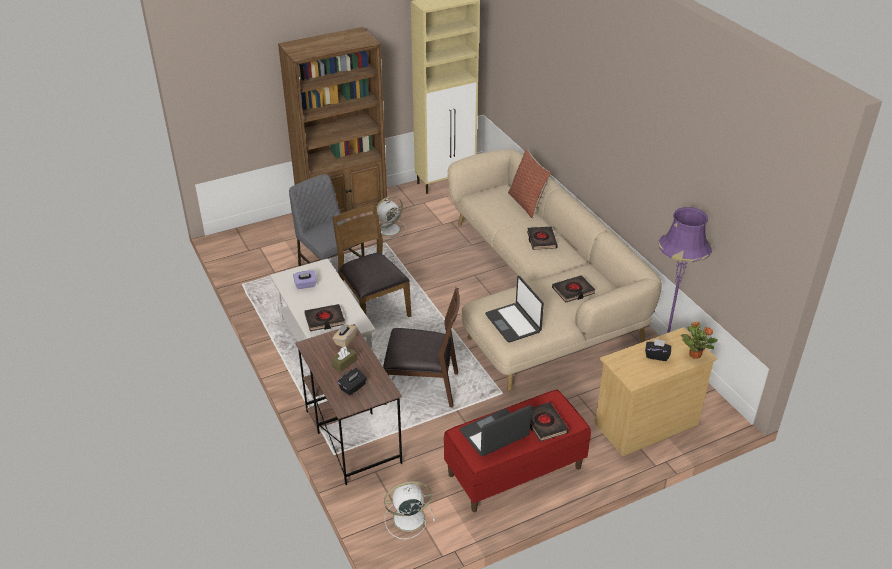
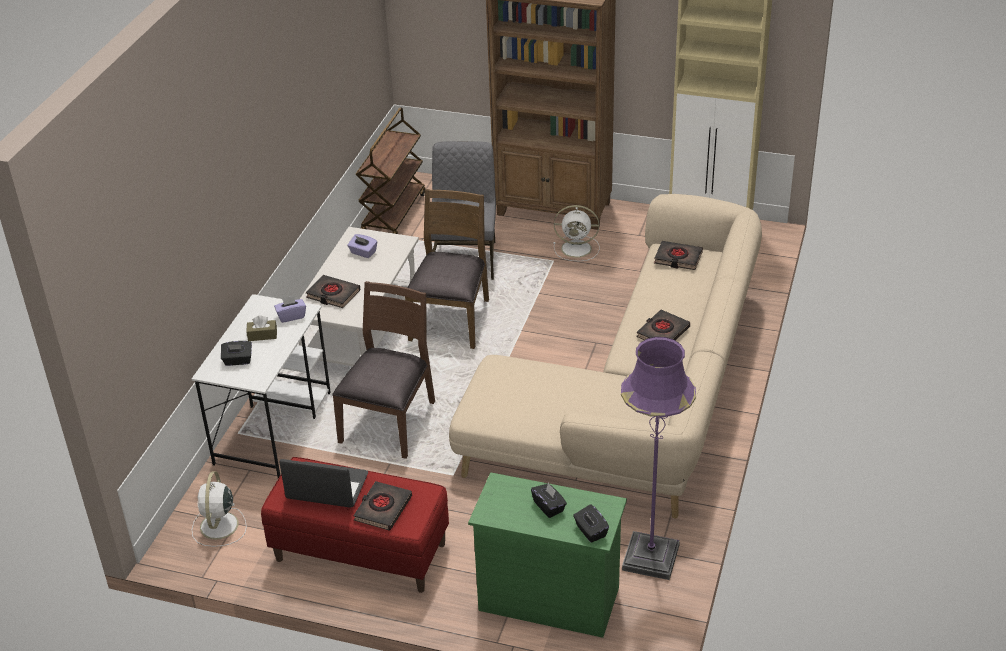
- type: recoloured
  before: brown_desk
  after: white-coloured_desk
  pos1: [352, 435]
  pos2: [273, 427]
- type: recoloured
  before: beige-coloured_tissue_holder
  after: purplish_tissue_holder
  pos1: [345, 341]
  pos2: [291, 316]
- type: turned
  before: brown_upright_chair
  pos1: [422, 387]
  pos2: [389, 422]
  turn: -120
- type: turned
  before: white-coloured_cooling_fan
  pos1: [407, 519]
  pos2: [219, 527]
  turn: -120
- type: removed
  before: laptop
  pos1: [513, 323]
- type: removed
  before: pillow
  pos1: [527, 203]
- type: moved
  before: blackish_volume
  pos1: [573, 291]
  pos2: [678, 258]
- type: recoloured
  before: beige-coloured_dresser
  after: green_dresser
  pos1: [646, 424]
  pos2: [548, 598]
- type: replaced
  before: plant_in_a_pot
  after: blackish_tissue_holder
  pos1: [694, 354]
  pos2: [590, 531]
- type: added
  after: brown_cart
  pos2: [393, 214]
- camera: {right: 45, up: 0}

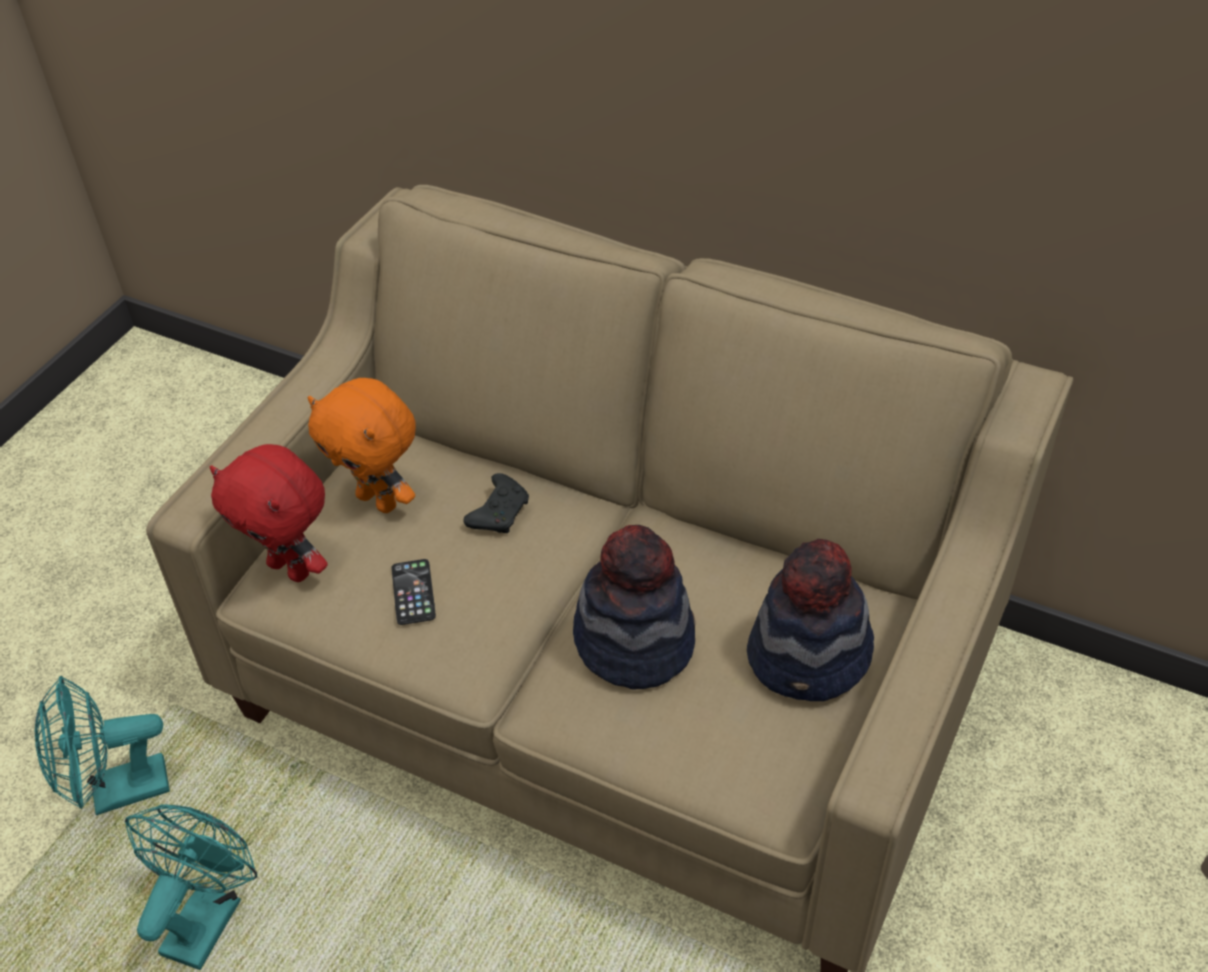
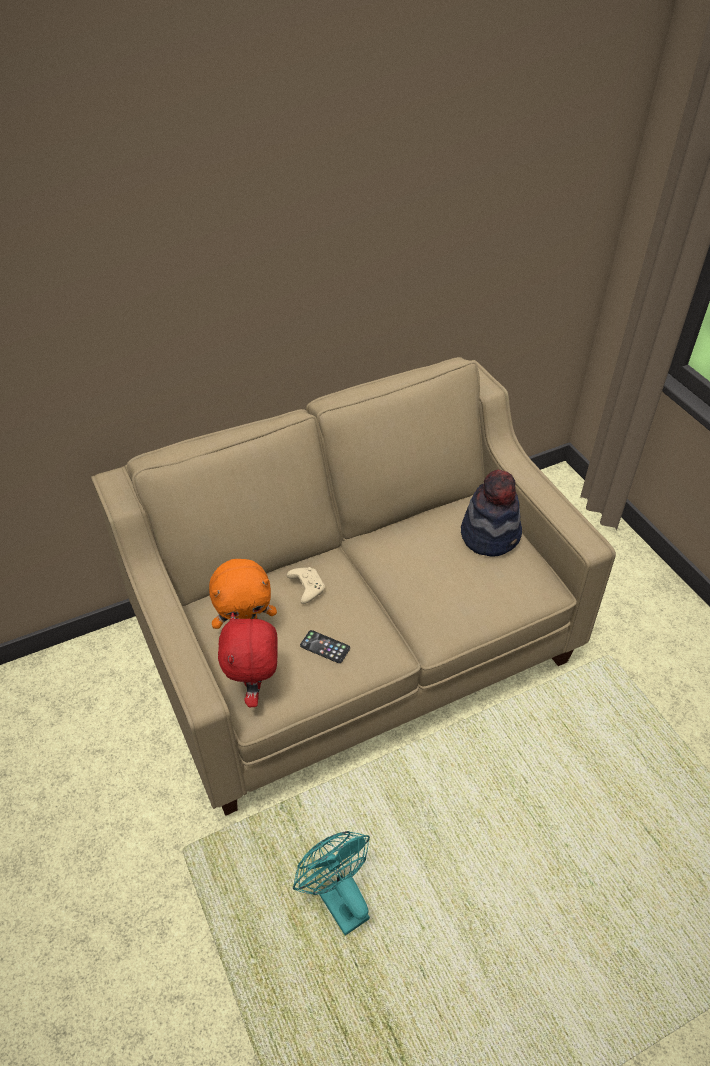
- type: removed
  before: turquoise_cooling_fan
  pos1: [118, 792]
- type: turned
  before: reddish_soft_toy
  pos1: [292, 568]
  pos2: [255, 690]
  turn: 105
- type: recoloured
  before: blackish_gamepad
  after: beige-coloured_gamepad
  pos1: [500, 512]
  pos2: [306, 587]
- type: removed
  before: clothing_hat
  pos1: [634, 641]
- camera: {right: -55, up: 0}

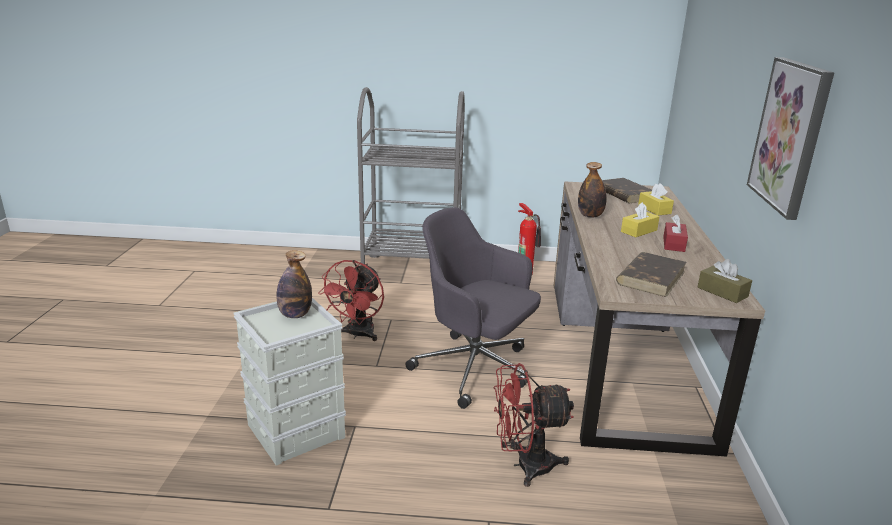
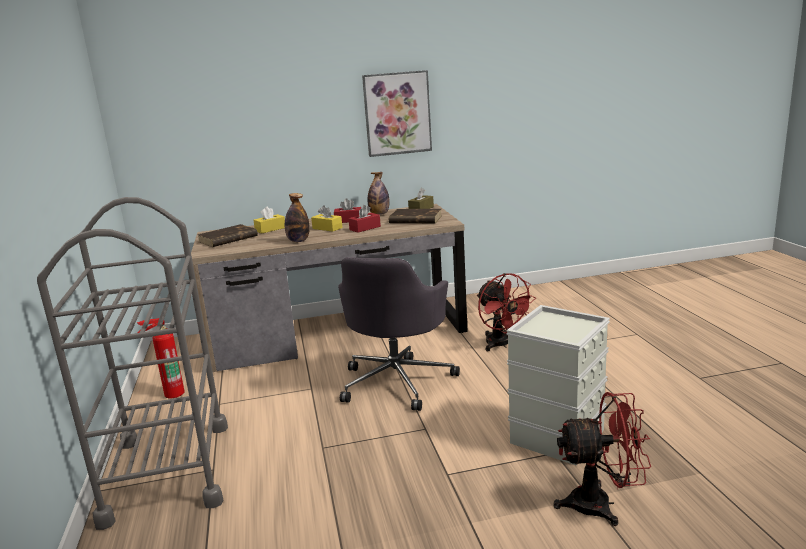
- type: moved
  before: bottle
  pos1: [295, 315]
  pos2: [379, 214]
- type: moved
  before: reddish_cooling_fan
  pos1: [357, 335]
  pos2: [601, 504]
- type: added
  after: reddish_tissue_holder
  pos2: [365, 228]
- camera: {right: -105, up: -5}

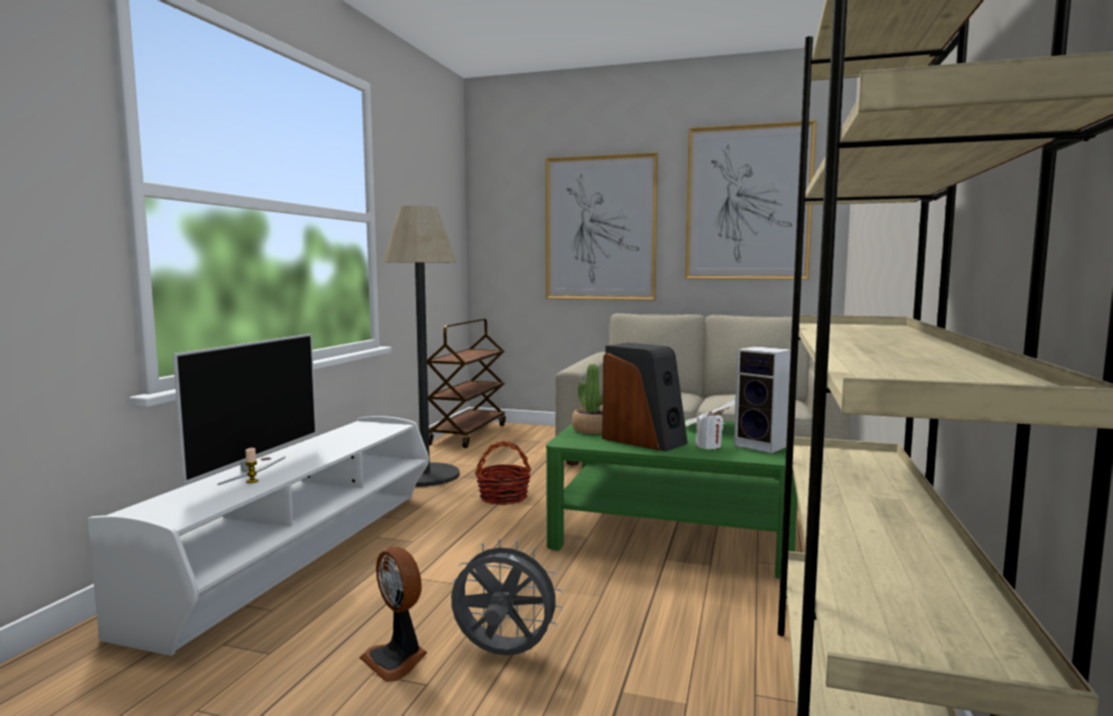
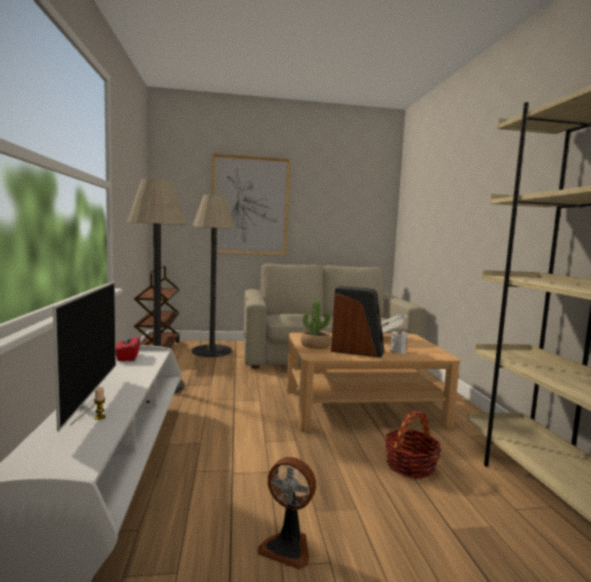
- type: removed
  before: grey_cooling_fan
  pos1: [503, 655]
- type: moved
  before: household_basket
  pos1: [503, 497]
  pos2: [410, 466]
- type: recoloured
  before: green_lounge_table
  after: beige-coloured_lounge_table
  pos1: [673, 531]
  pos2: [363, 407]
- type: removed
  before: wall_picture
  pos1: [748, 203]
- type: removed
  before: audio_speaker
  pos1: [763, 446]
- type: added
  after: reddish_tissue_holder
  pos2: [127, 357]
- type: added
  after: standing_lamp
  pos2: [212, 351]
- camera: {right: -25, up: 0}

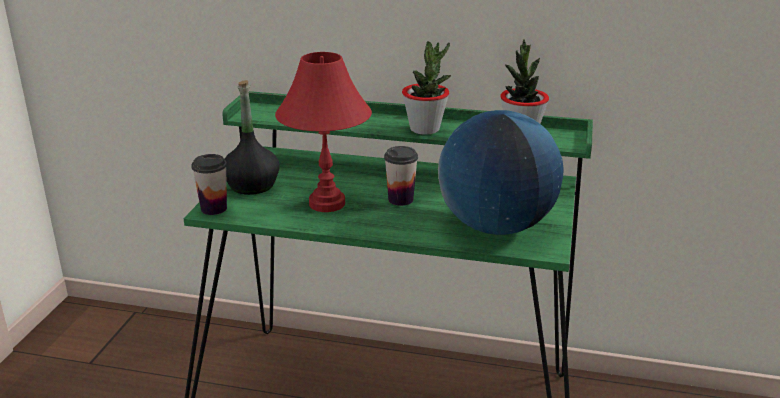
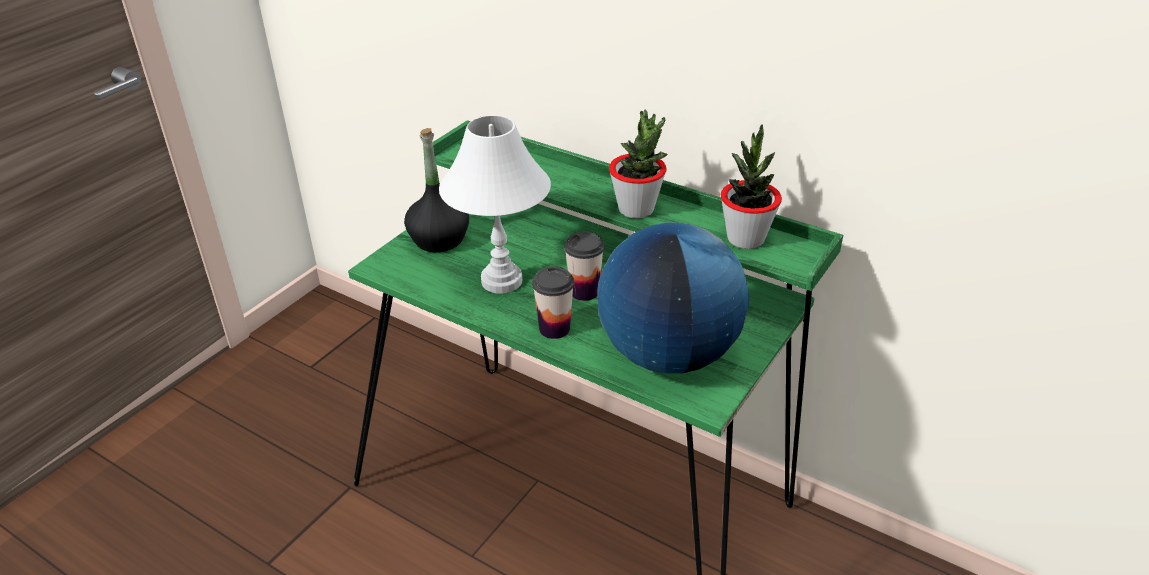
- type: moved
  before: cup
  pos1: [214, 209]
  pos2: [554, 329]
- type: recoloured
  before: reddish_lamp_for_a_table
  after: white-coloured_lamp_for_a_table
  pos1: [327, 203]
  pos2: [502, 280]
- camera: {right: 20, up: 10}

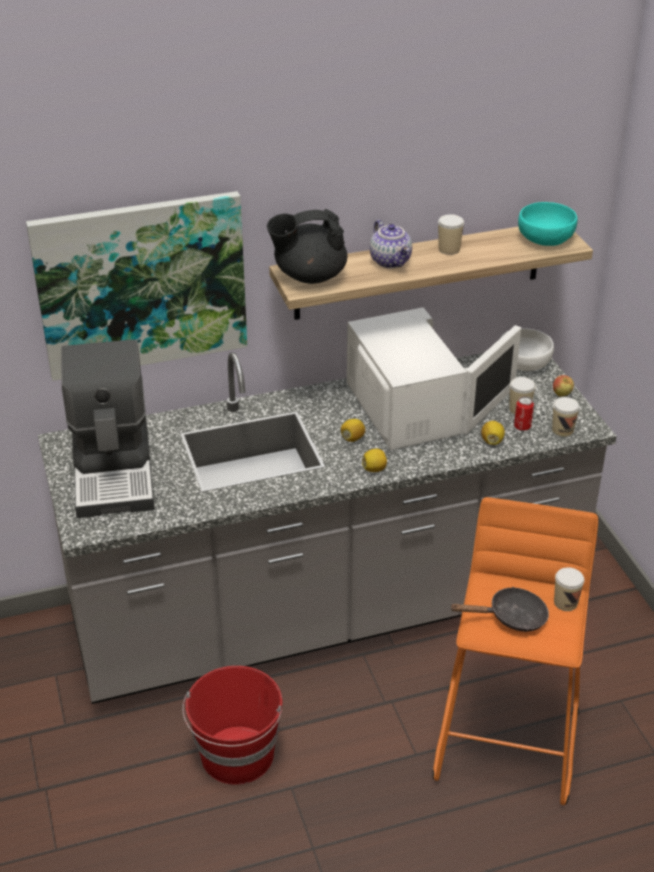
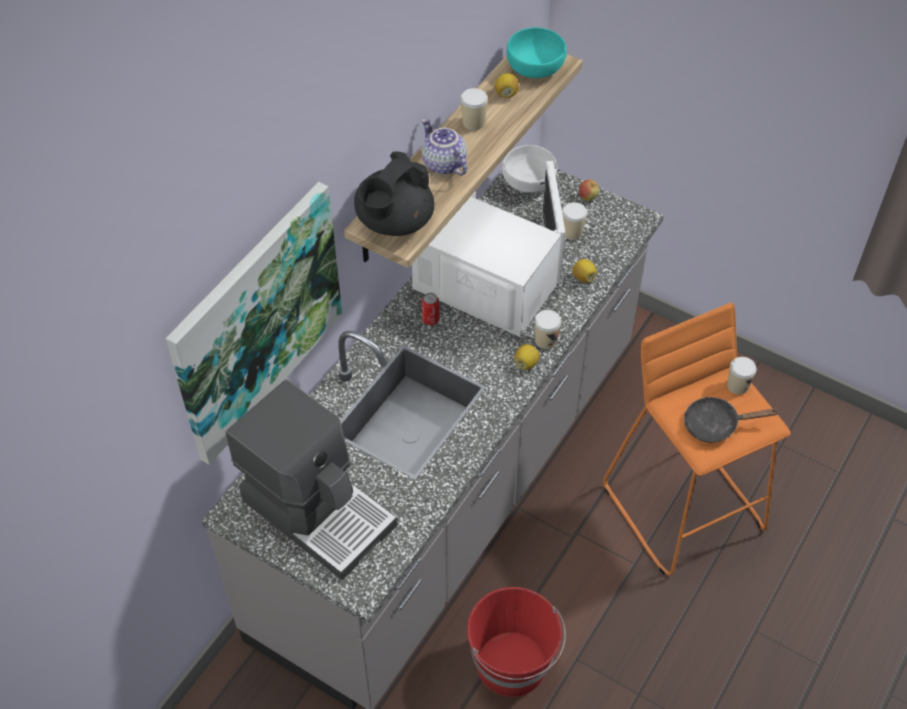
- type: moved
  before: citrus_fruit
  pos1: [352, 438]
  pos2: [506, 94]
- type: turned
  before: pot_for_tea
  pos1: [391, 261]
  pos2: [443, 164]
  turn: -150
- type: turned
  before: blackish_skillet
  pos1: [511, 617]
  pos2: [716, 425]
  turn: -135
- type: moved
  before: can
  pos1: [522, 426]
  pos2: [430, 319]
- type: moved
  before: cup
  pos1: [562, 430]
  pos2: [545, 340]
- camera: {right: -40, up: 15}

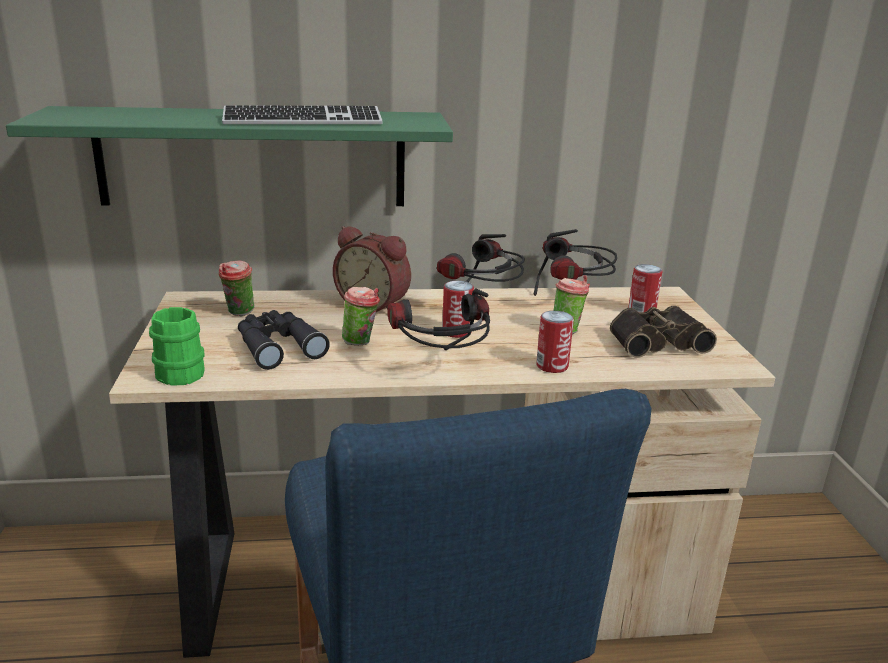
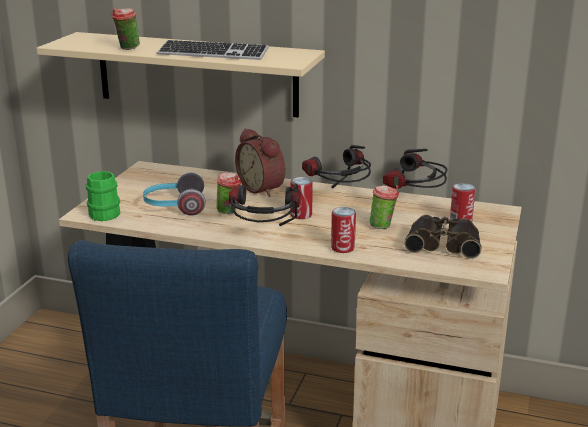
- type: recoloured
  before: green_bracket_shelf
  after: beige-coloured_bracket_shelf
  pos1: [253, 158]
  pos2: [196, 74]
- type: moved
  before: cup
  pos1: [239, 314]
  pos2: [127, 48]
- type: replaced
  before: blackish_pair_of_binoculars
  after: pair_of_headphones
  pos1: [278, 347]
  pos2: [174, 207]
- camera: {right: 25, up: 0}

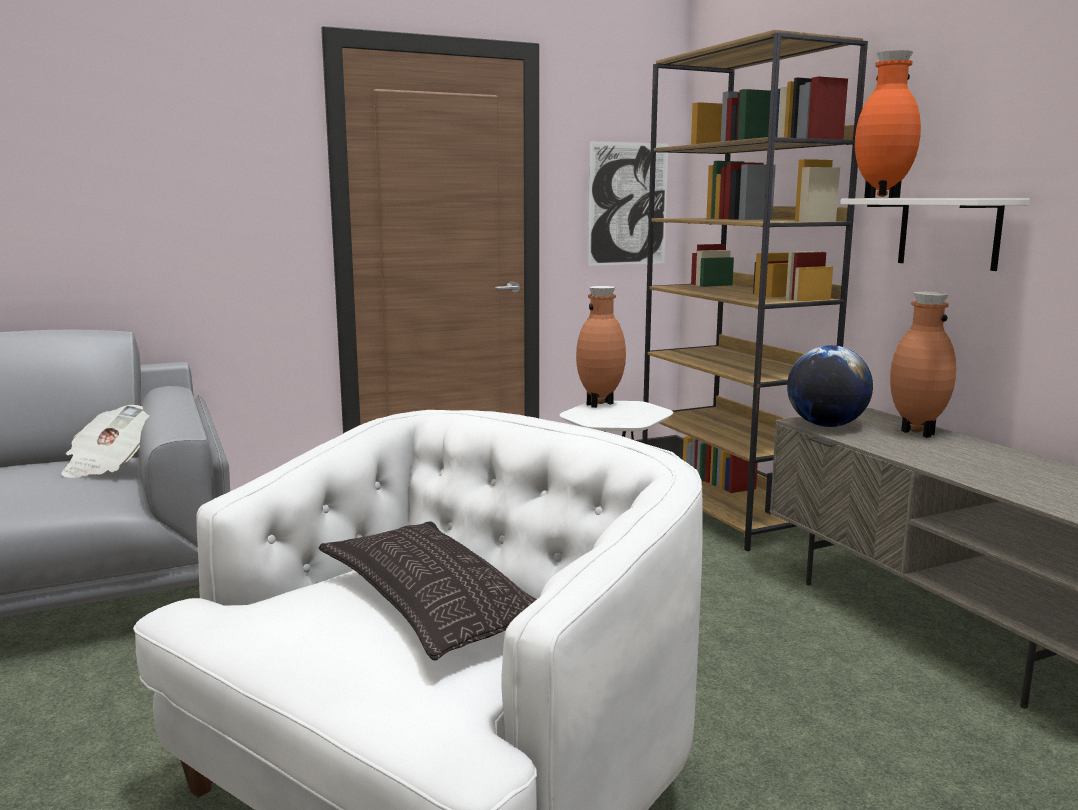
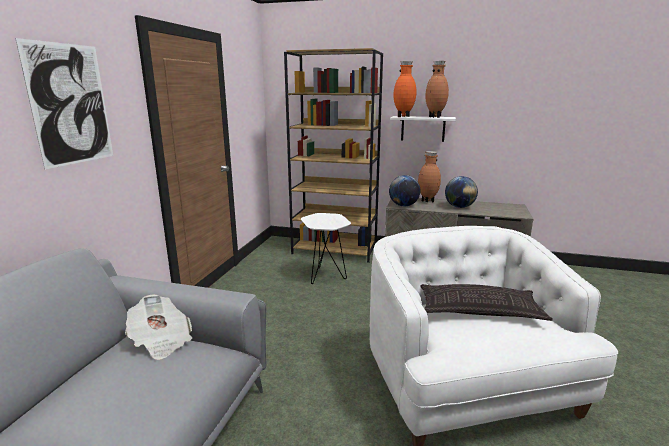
- type: moved
  before: brown_vase
  pos1: [601, 404]
  pos2: [435, 117]
- type: moved
  before: wall_picture
  pos1: [628, 204]
  pos2: [70, 105]
- type: added
  after: desk_globe
  pos2: [459, 207]
- camera: {right: -50, up: 5}

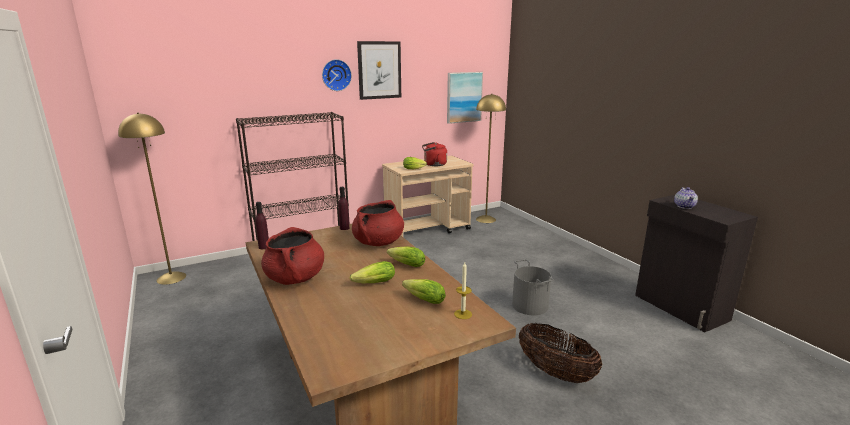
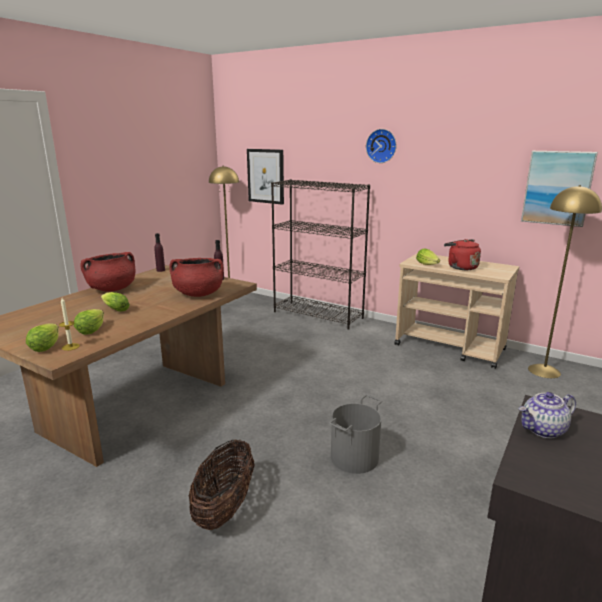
- type: moved
  before: wall_picture
  pos1: [379, 70]
  pos2: [266, 176]
- type: moved
  before: lettuce
  pos1: [405, 264]
  pos2: [47, 345]
- camera: {right: 60, up: 0}

